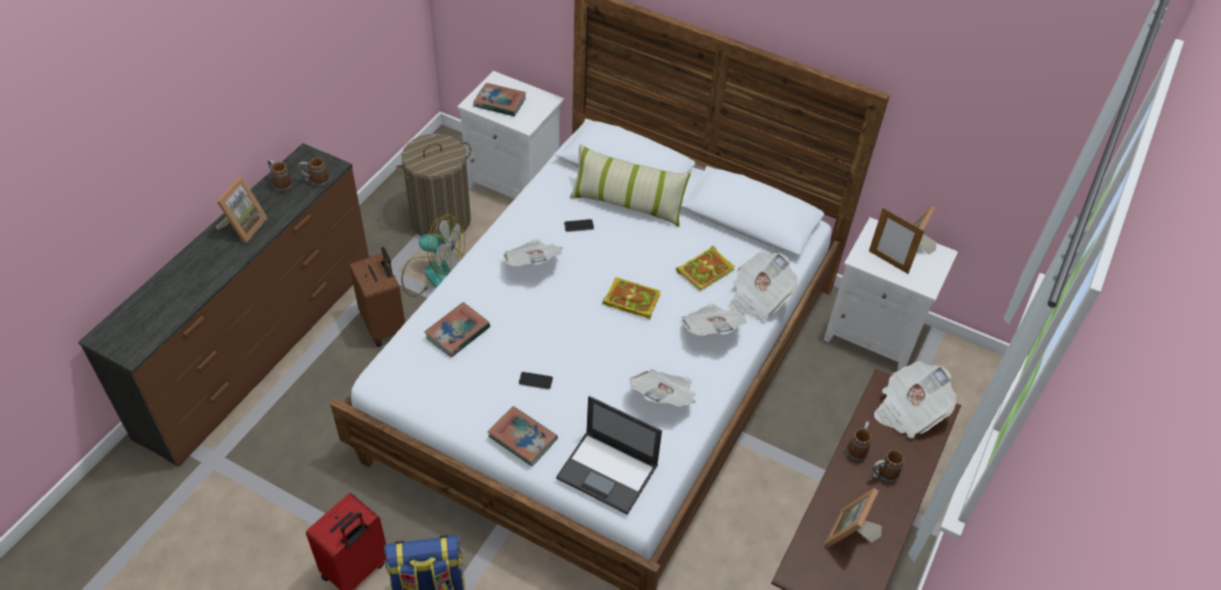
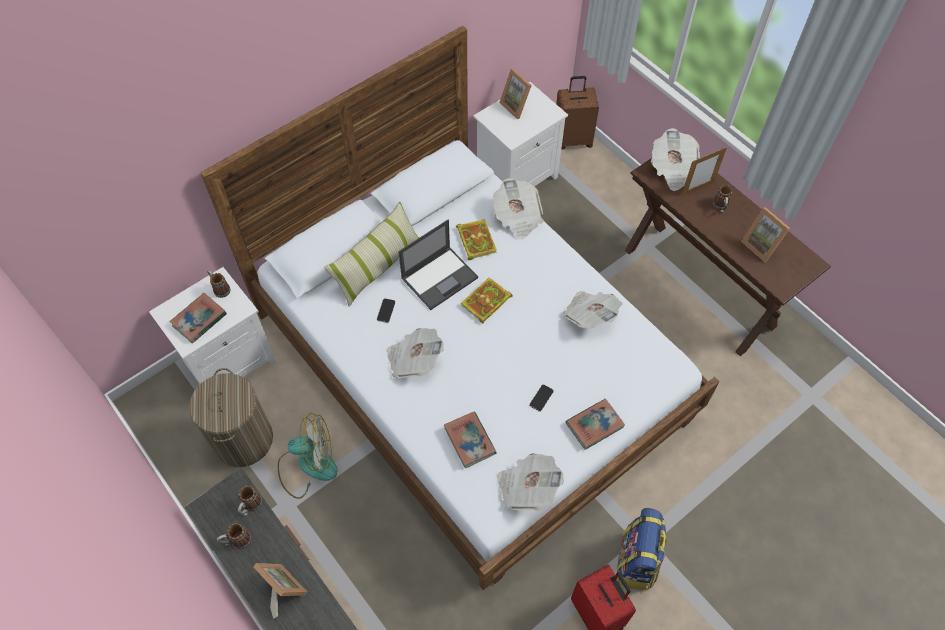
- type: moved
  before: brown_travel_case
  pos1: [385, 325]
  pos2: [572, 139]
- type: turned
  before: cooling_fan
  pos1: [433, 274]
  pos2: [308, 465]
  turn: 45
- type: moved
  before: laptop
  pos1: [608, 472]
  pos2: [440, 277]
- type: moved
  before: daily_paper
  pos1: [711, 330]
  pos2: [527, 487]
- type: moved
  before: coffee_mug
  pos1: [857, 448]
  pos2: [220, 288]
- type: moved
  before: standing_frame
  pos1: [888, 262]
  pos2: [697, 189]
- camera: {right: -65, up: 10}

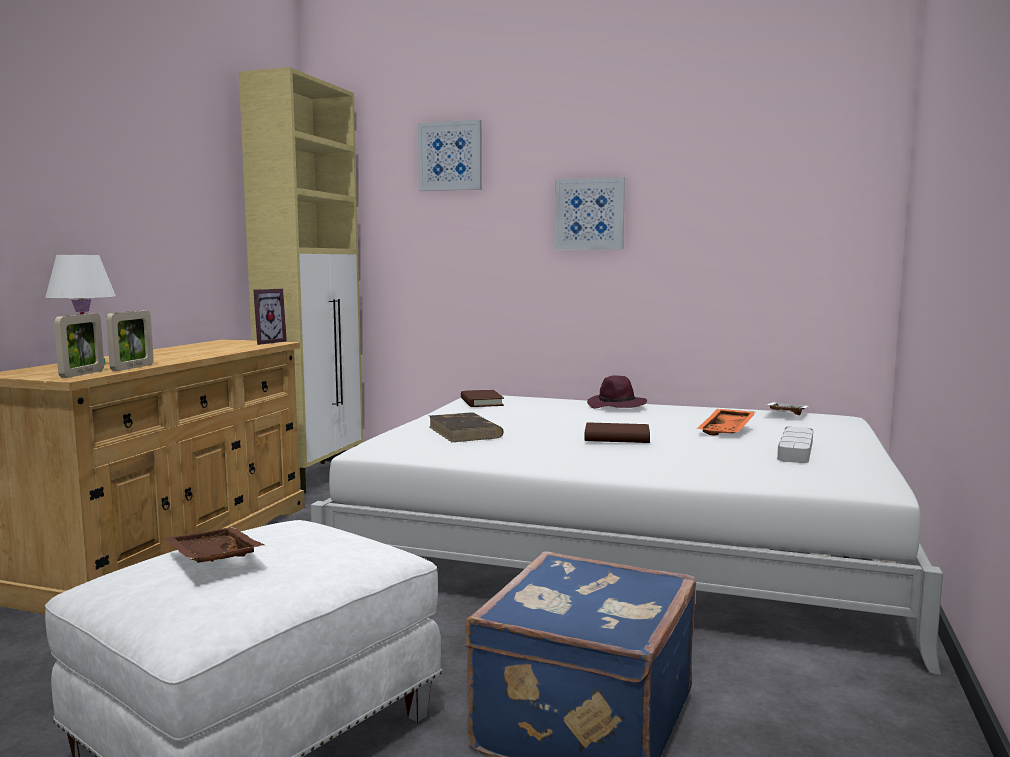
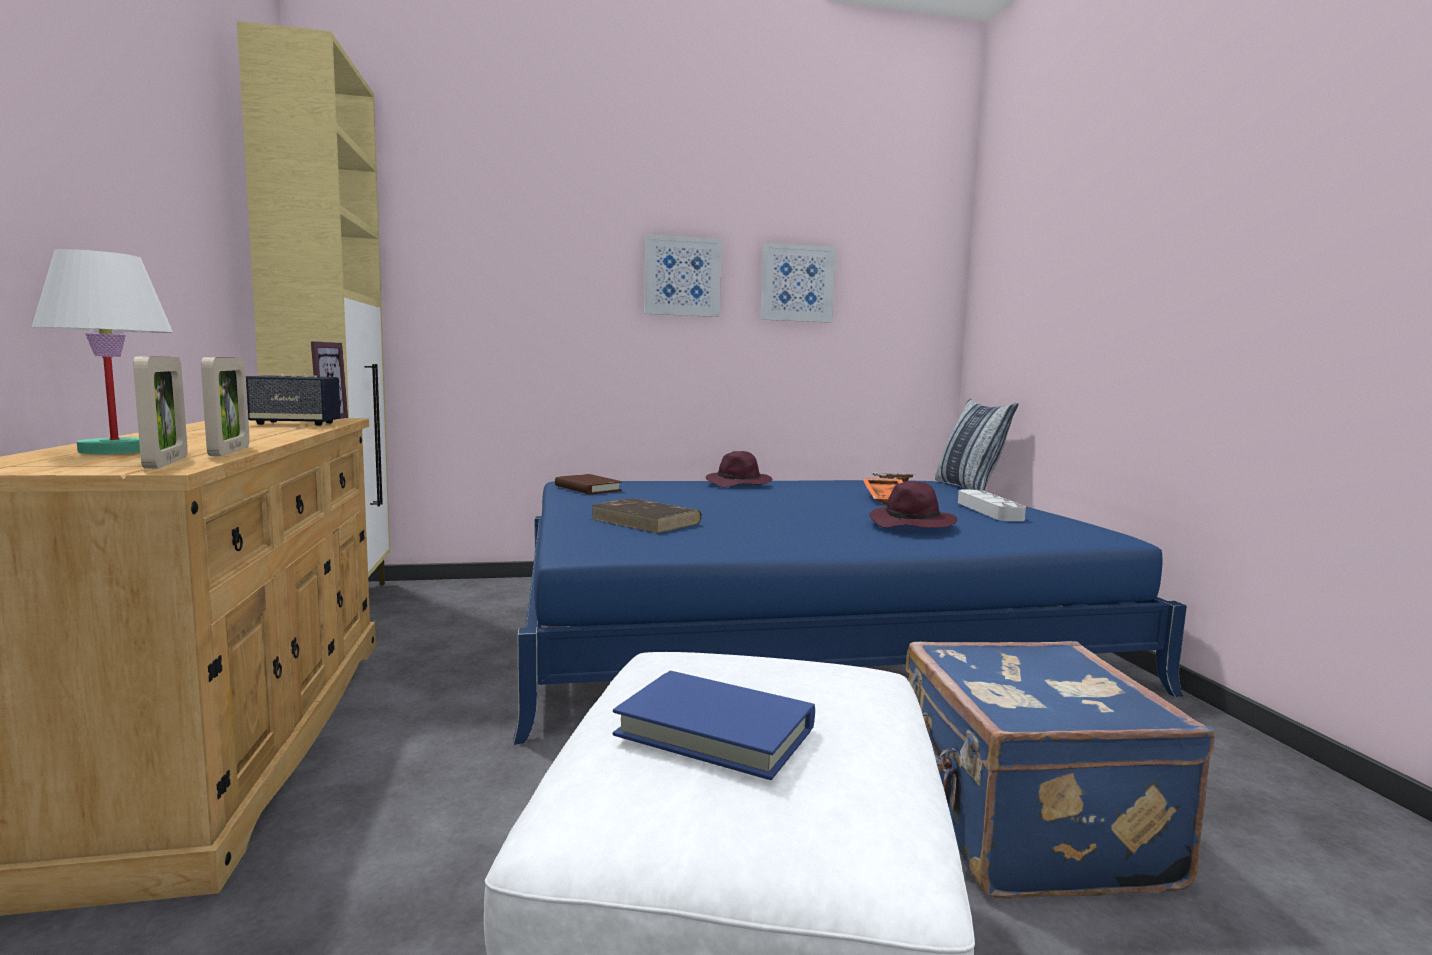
- type: replaced
  before: brown_carrying_tray
  after: bluish_volume
  pos1: [211, 559]
  pos2: [715, 731]
- type: recoloured
  before: white-coloured_bedroom_bed
  after: bluish_bedroom_bed
  pos1: [625, 543]
  pos2: [796, 627]
- type: moved
  before: wall_picture
  pos1: [450, 156]
  pos2: [797, 283]
- type: removed
  before: brown_volume
  pos1: [617, 437]
- type: added
  after: audio_speaker
  pos2: [295, 424]
- type: added
  after: purplish_clothing_hat
  pos2: [912, 524]
- type: added
  after: pillow
  pos2: [969, 487]
- camera: {right: -30, up: 0}

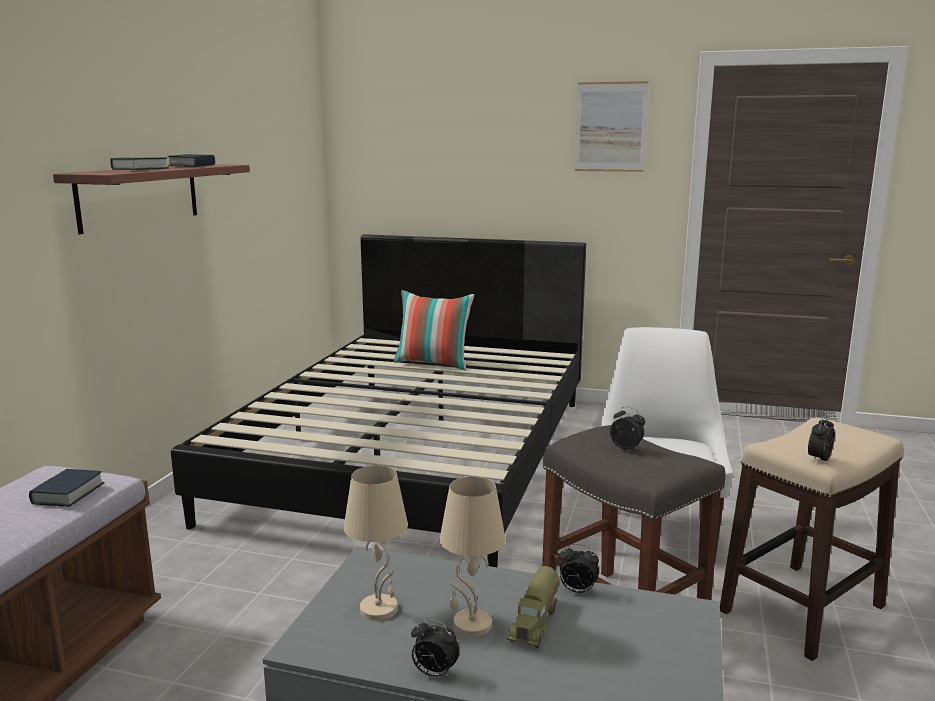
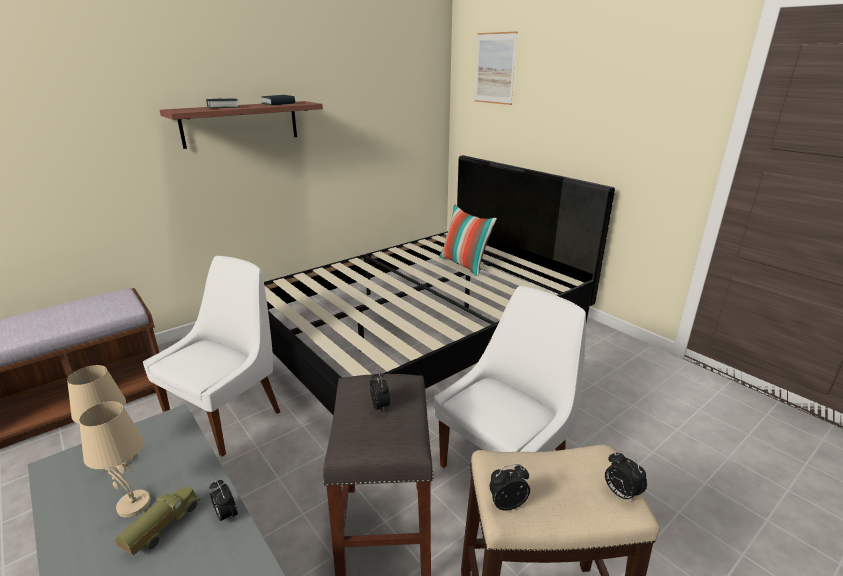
- type: removed
  before: volume
  pos1: [68, 494]
- type: moved
  before: table_clock
  pos1: [434, 673]
  pos2: [620, 493]
- type: turned
  before: toy_truck
  pos1: [536, 623]
  pos2: [162, 527]
  turn: 150
- type: moved
  before: wall_picture
  pos1: [610, 127]
  pos2: [495, 68]
- type: added
  after: white-coloured_upright_chair
  pos2: [229, 416]
- camera: {right: 35, up: 10}

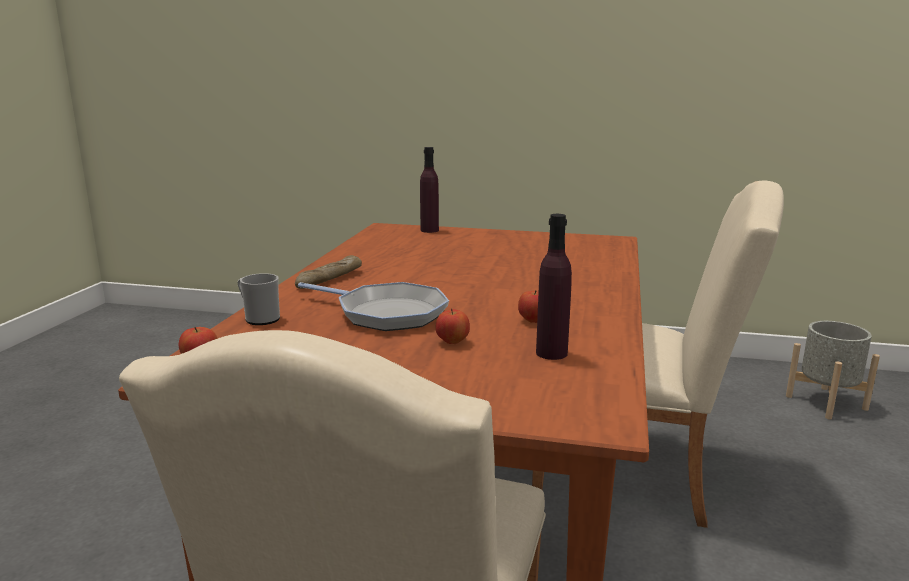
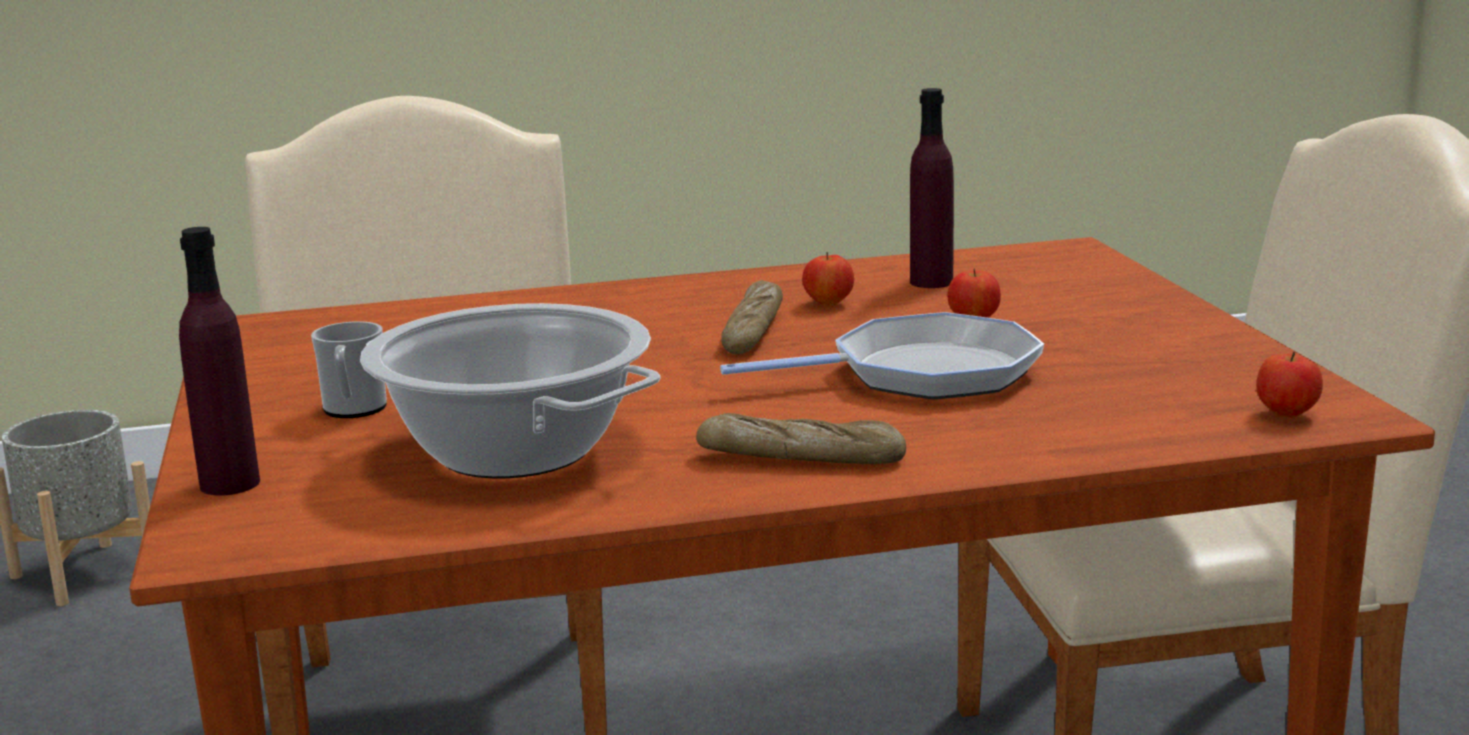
- type: moved
  before: coffee_mug
  pos1: [259, 318]
  pos2: [353, 410]
- type: turned
  before: skillet
  pos1: [386, 313]
  pos2: [923, 374]
  turn: 75
- type: added
  after: saucepot
  pos2: [513, 451]
- type: added
  after: bakery_bread
  pos2: [753, 332]
- camera: {right: -115, up: 0}

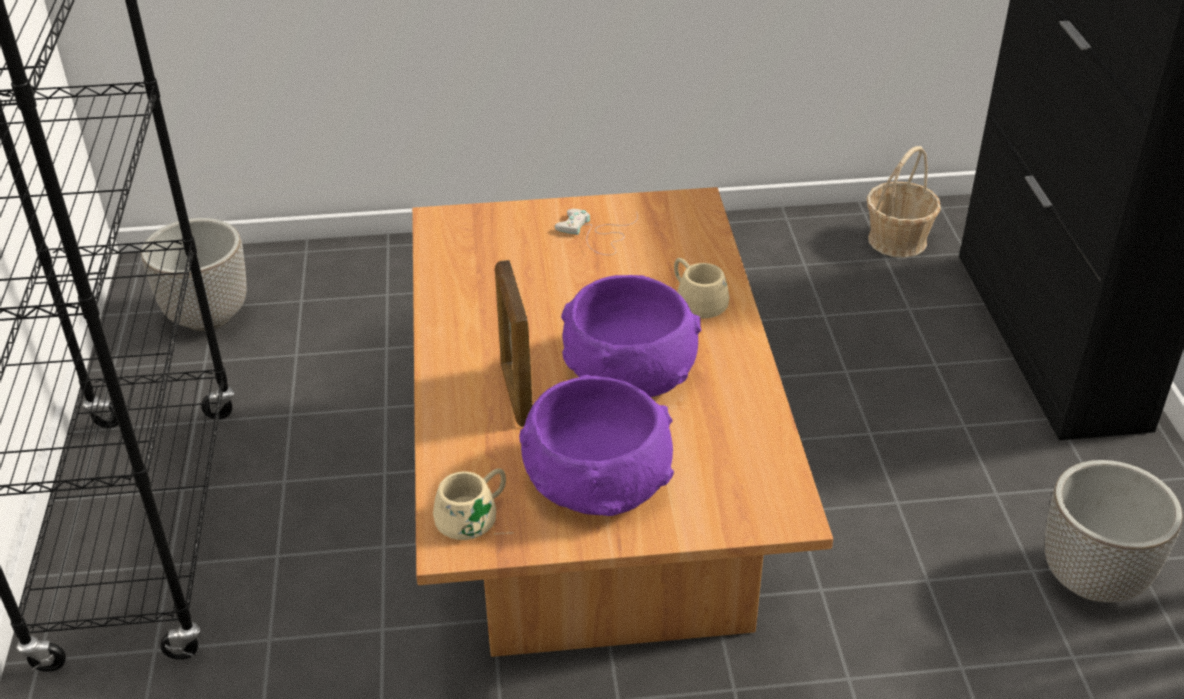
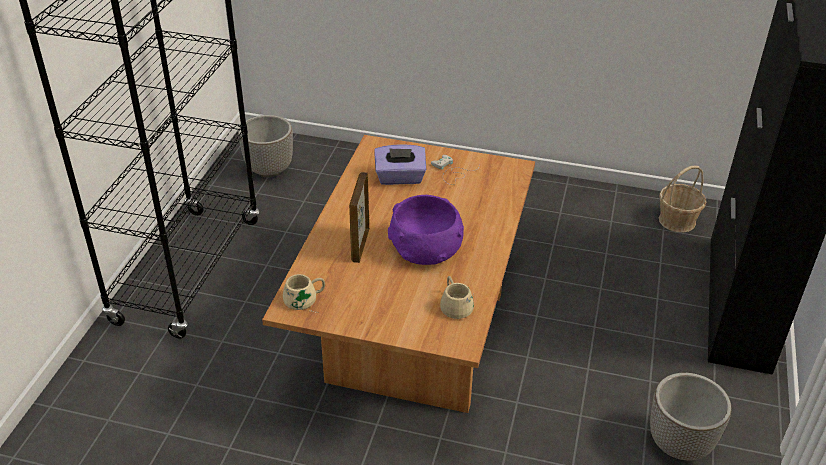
- type: removed
  before: purplish_bowl
  pos1: [598, 477]
- type: moved
  before: beige-coloured_coffee_mug
  pos1: [701, 298]
  pos2: [458, 304]
- type: added
  after: purplish_tissue_holder
  pos2: [400, 178]
- camera: {right: 20, up: 0}

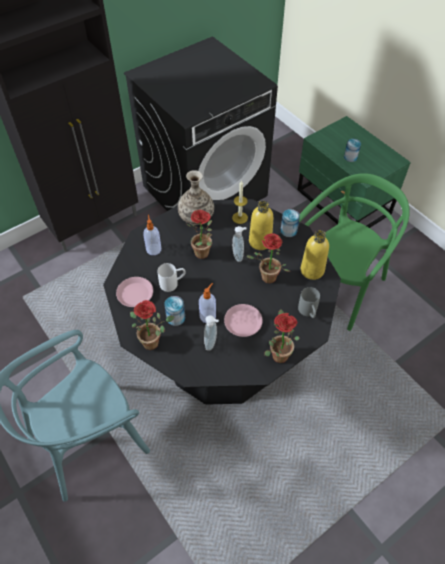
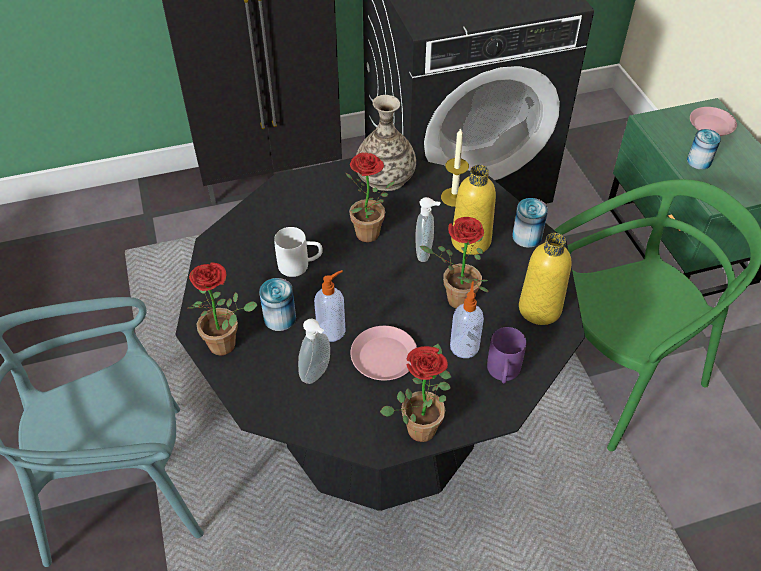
- type: moved
  before: pink-coloured_dinner_plate
  pos1: [135, 294]
  pos2: [711, 125]
- type: moved
  before: soap_bottle
  pos1: [153, 249]
  pos2: [464, 346]
- type: recoloured
  before: grey_coffee_mug
  after: purplish_coffee_mug
  pos1: [308, 312]
  pos2: [503, 374]
- camera: {right: 20, up: -5}

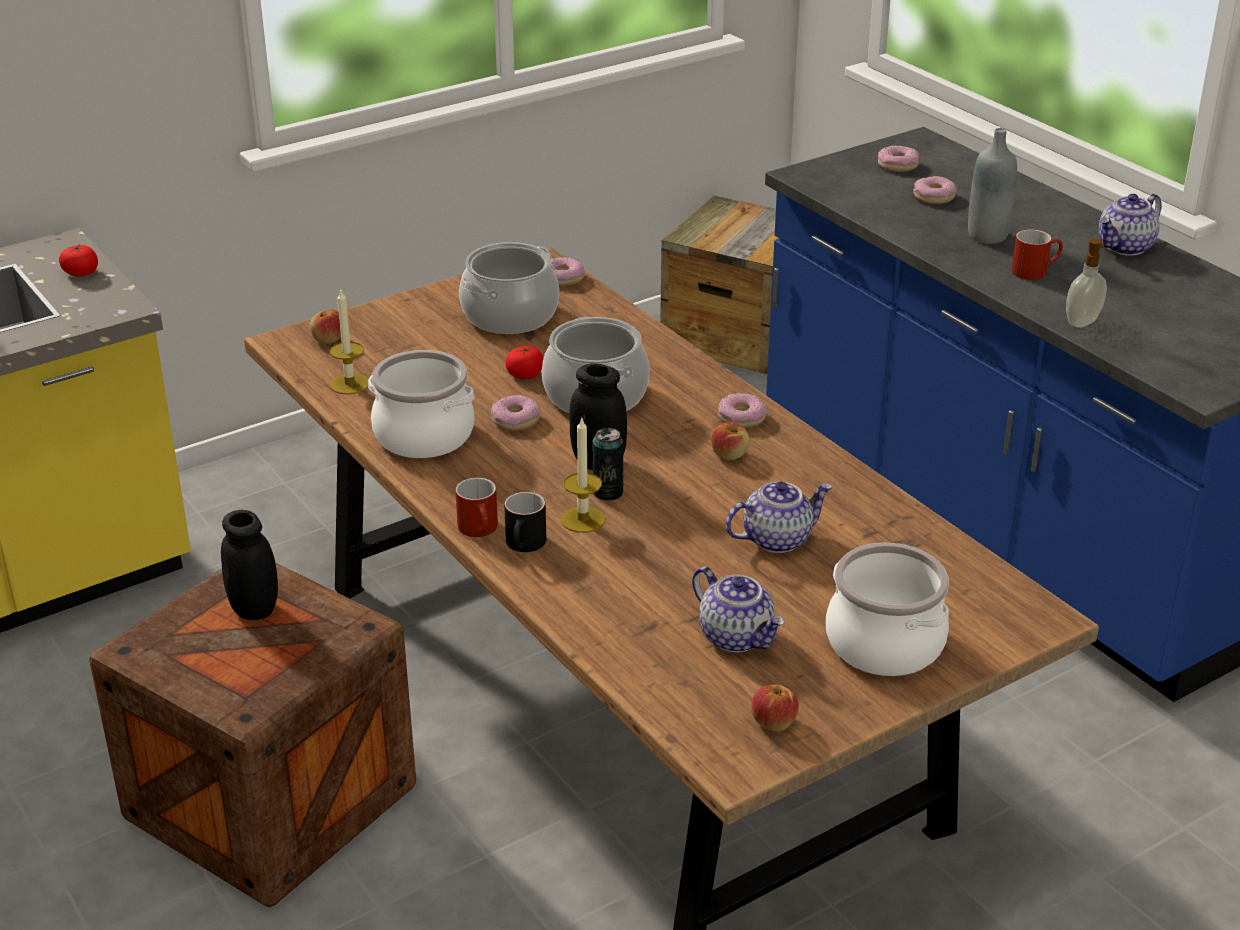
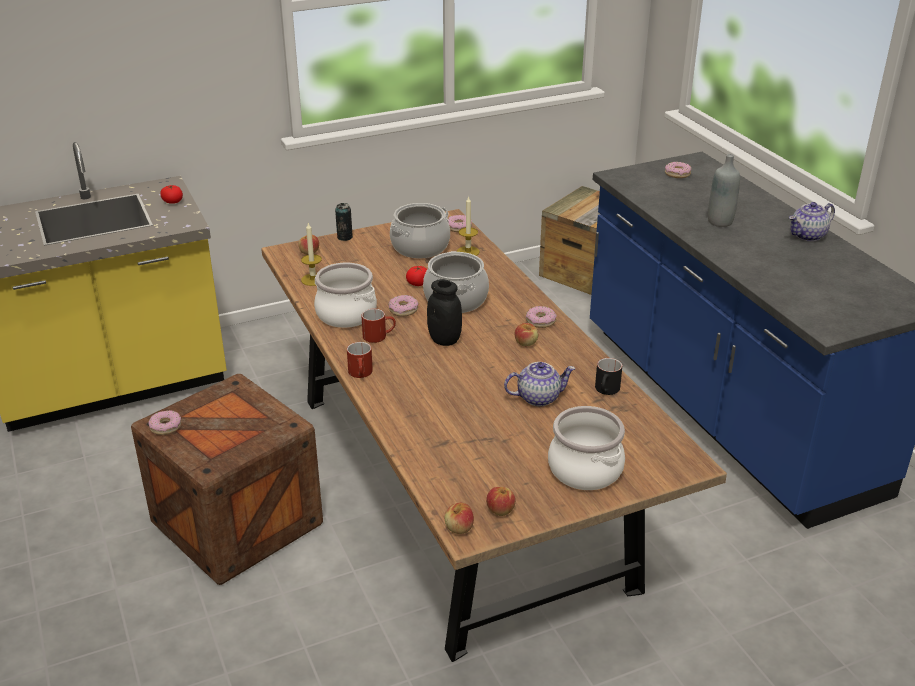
- type: removed
  before: blackish_storage_jar
  pos1: [254, 608]
- type: moved
  before: blackish_coffee_mug
  pos1: [525, 546]
  pos2: [607, 391]
- type: moved
  before: wax_light
  pos1: [583, 519]
  pos2: [468, 252]
- type: moved
  before: can
  pos1: [608, 492]
  pos2: [344, 237]
- type: removed
  before: pot_for_tea
  pos1: [737, 637]
- type: moved
  before: doughnut
  pos1: [933, 197]
  pos2: [165, 426]
- type: moved
  before: reddish_coffee_mug
  pos1: [1035, 270]
  pos2: [379, 336]
- type: removed
  before: soap_bottle
  pos1: [1083, 323]
- type: added
  after: apple
  pos2: [459, 528]
- camera: {right: 10, up: 0}

